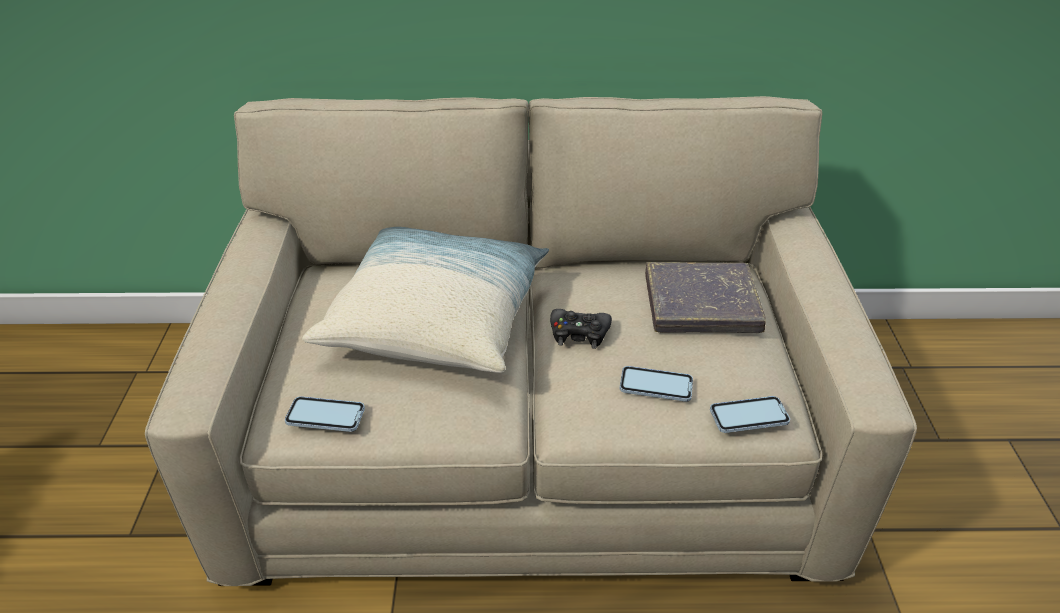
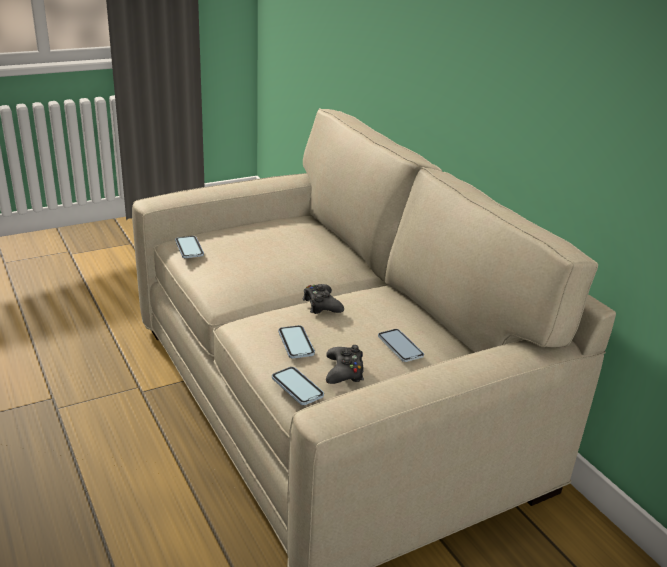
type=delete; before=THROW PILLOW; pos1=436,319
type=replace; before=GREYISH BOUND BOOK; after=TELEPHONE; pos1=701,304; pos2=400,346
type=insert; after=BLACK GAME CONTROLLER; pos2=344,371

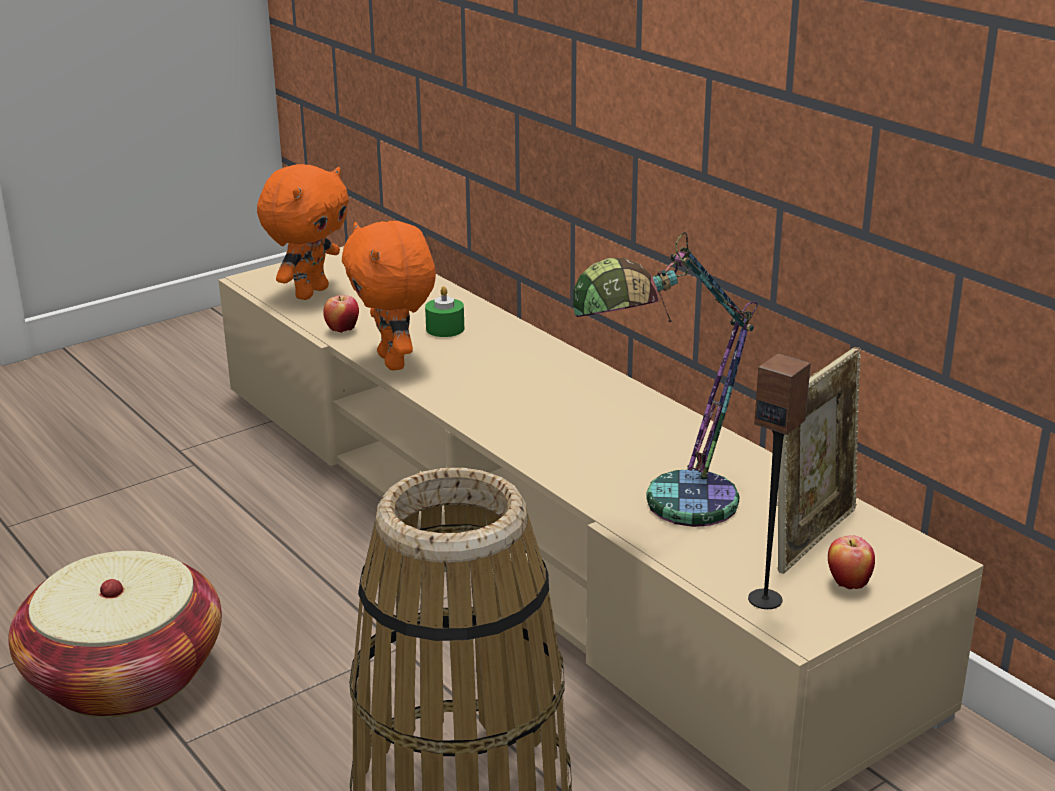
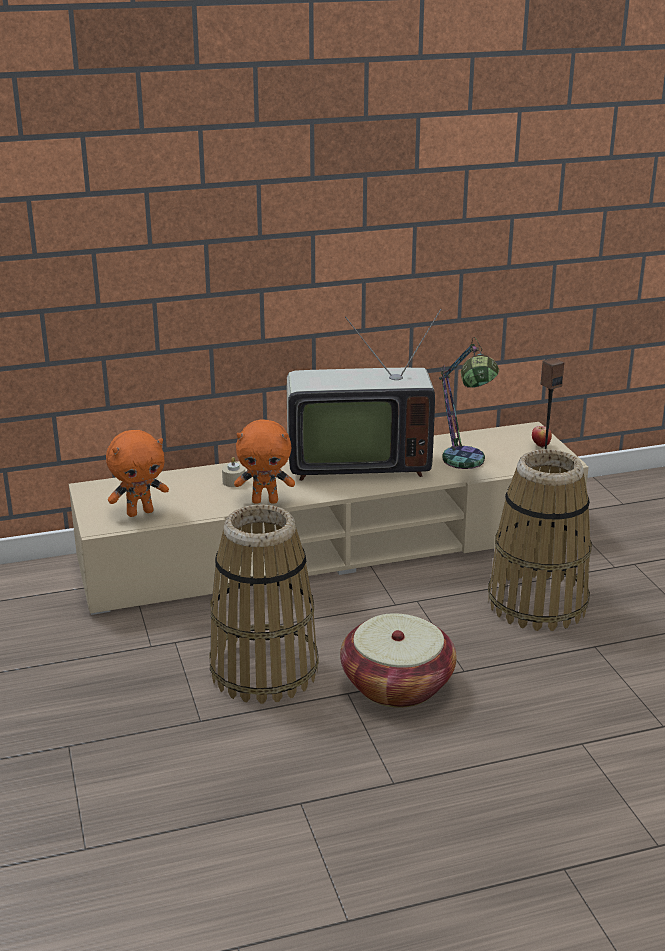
type=rotate; before=ORANGE PLUSH TOY; pos1=310,292; pos2=140,512; turn=105
type=delete; before=APPLE; pos1=342,330
type=recolor; before=GREEN-COLOURED CANDLE; after=BEIGE CANDLE; pos1=445,329; pos2=234,481
type=delete; before=PICTURE FRAME; pos1=812,537
type=insert; after=HOUSEHOLD BASKET; pos2=264,670
type=insert; after=TV; pos2=355,463

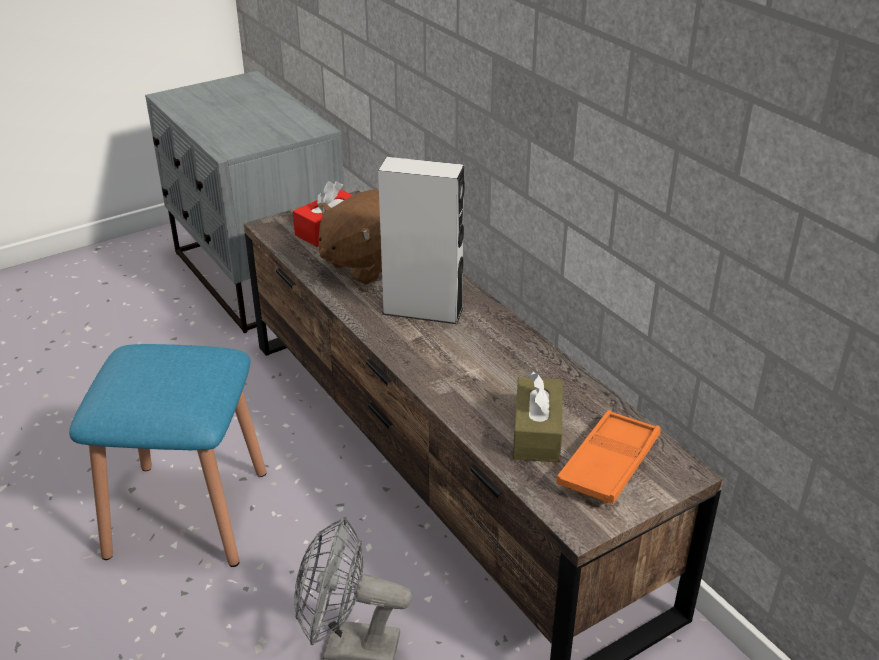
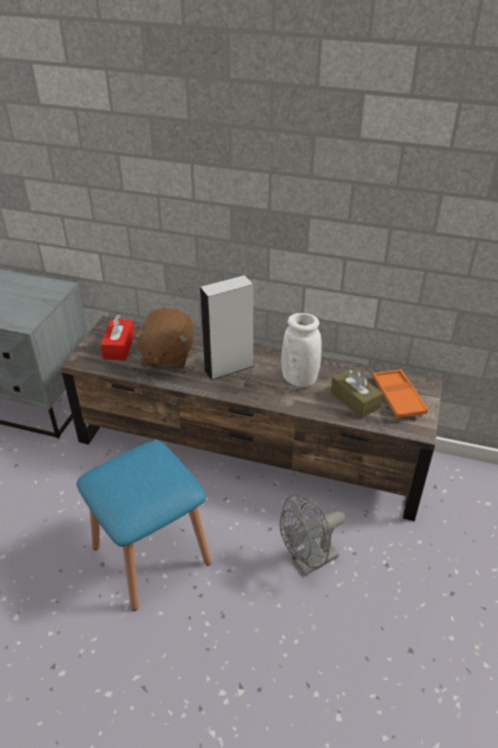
type=insert; after=WHITE-COLOURED FLOWER VASE; pos2=299,379

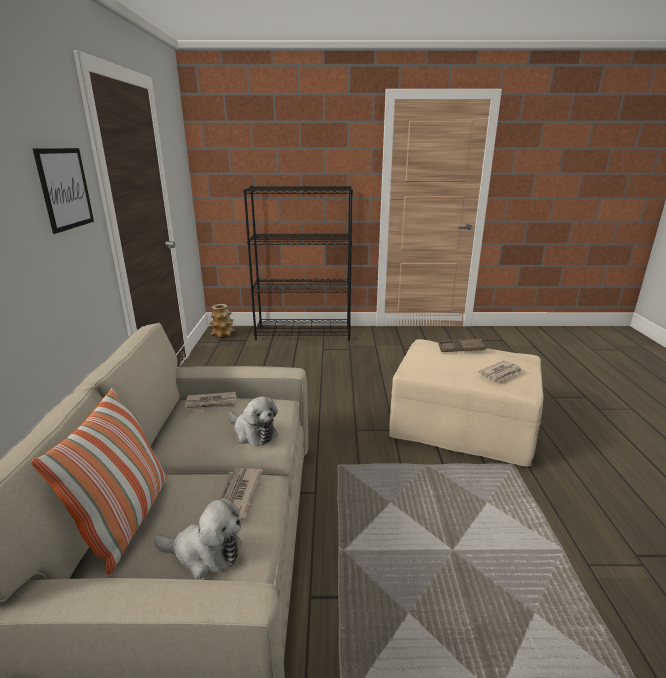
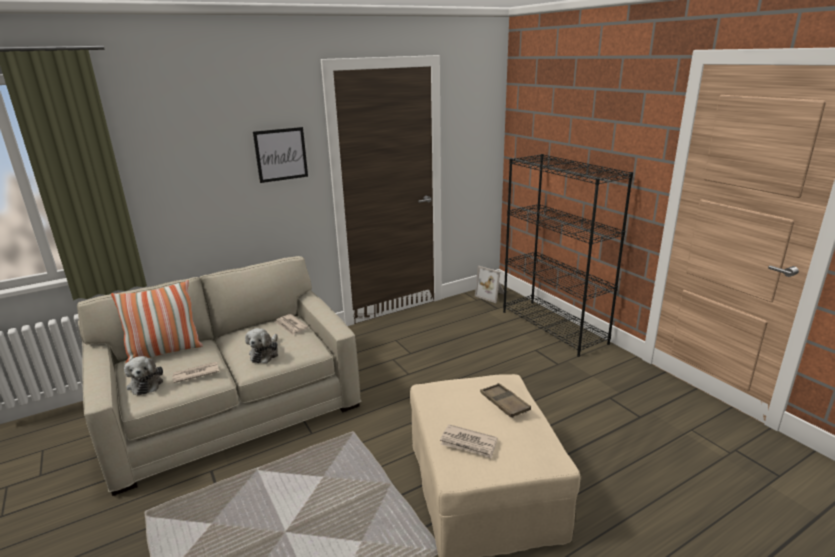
type=replace; before=FLOWER VASE; after=PICTURE FRAME; pos1=223,335; pos2=492,295

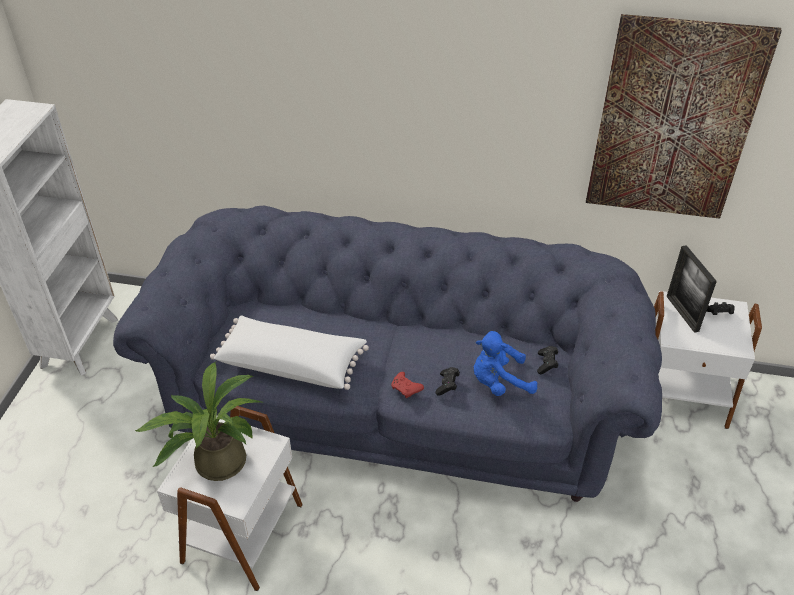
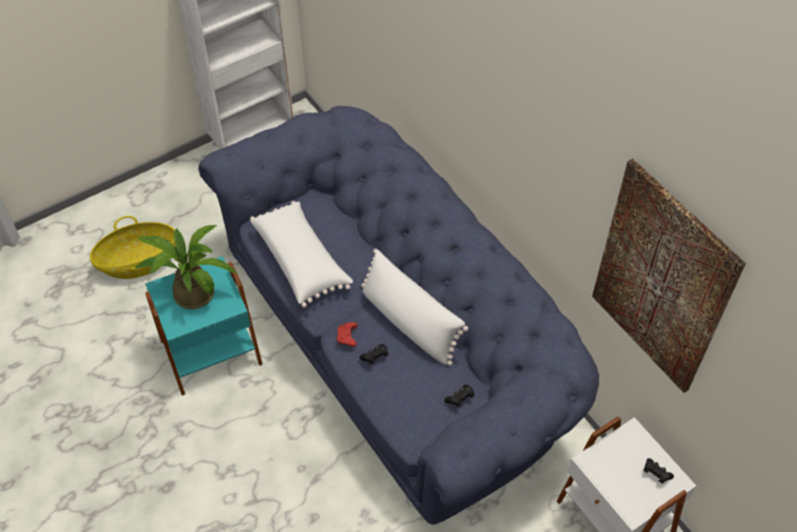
type=recolor; before=WHITE-COLOURED ACCENT TABLE; after=TURQUOISE ACCENT TABLE; pos1=240,532; pos2=210,350
type=delete; before=BLUE-COLOURED PLUSH TOY; pos1=499,382
type=delete; before=PICTURE FRAME; pos1=682,313
type=insert; after=HOUSEHOLD BASKET; pos2=139,262
type=insert; after=WHITE-COLOURED THROW PILLOW; pos2=409,322

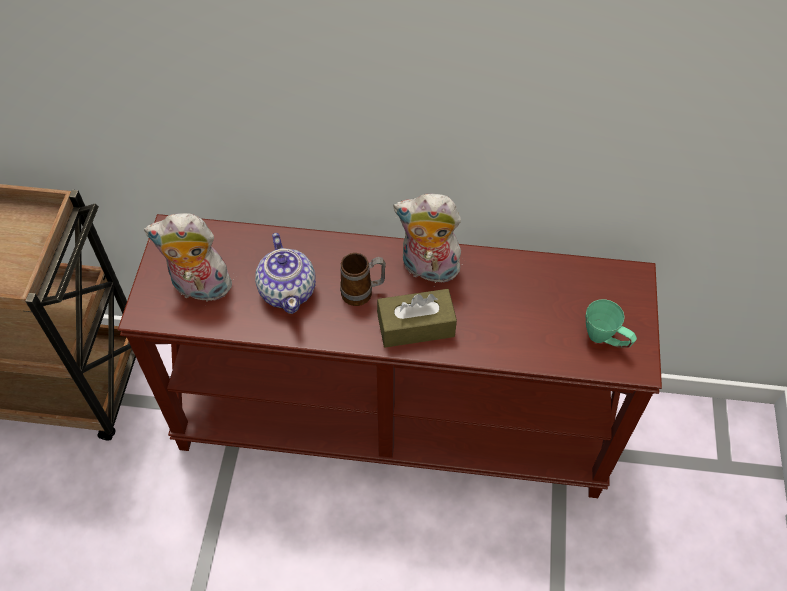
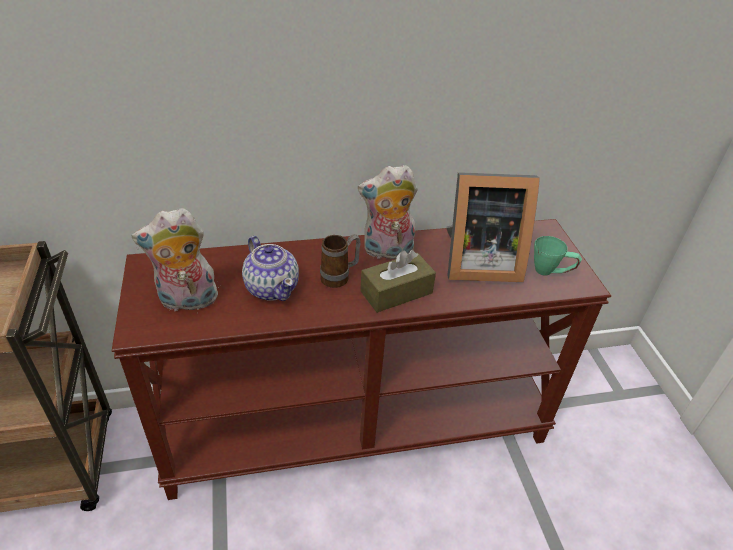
type=insert; after=PICTURE FRAME; pos2=477,263

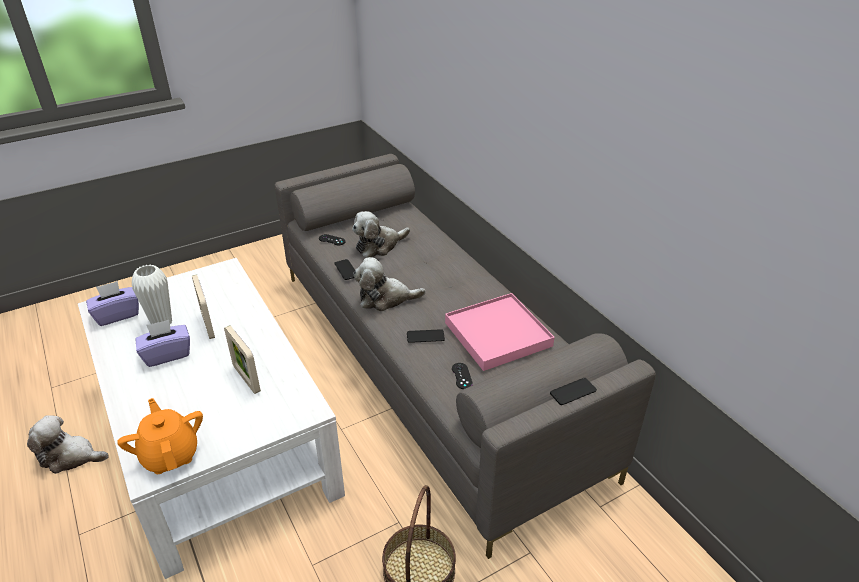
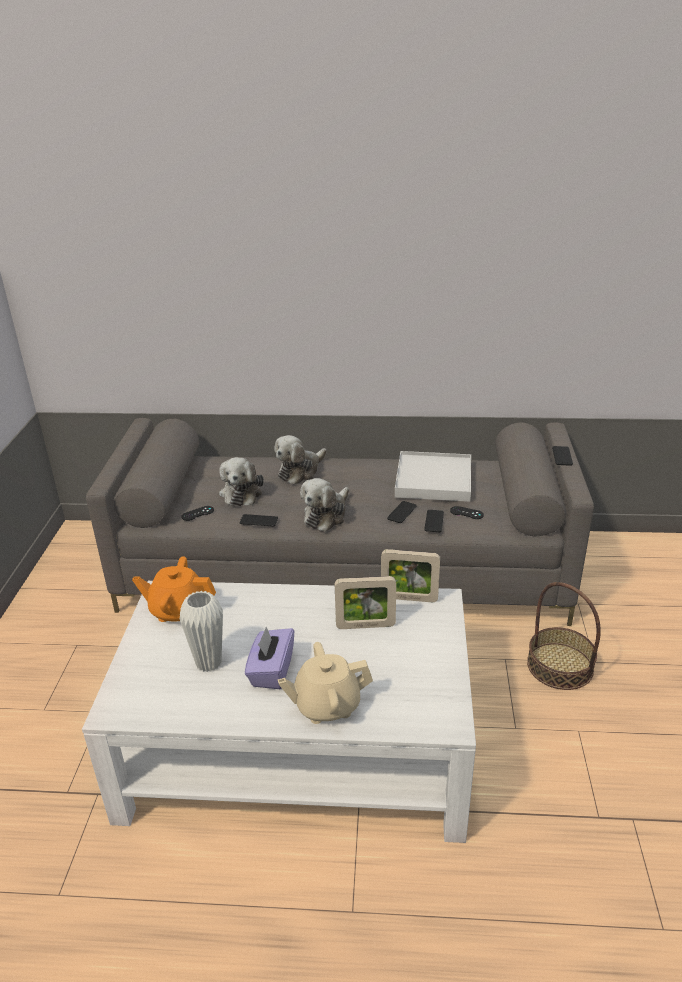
type=move; before=PLUSH TOY; pos1=70,456; pos2=300,471
type=delete; before=PURPLE-COLOURED TISSUE HOLDER; pos1=117,315
type=move; before=ORANGE POT FOR TEA; pos1=170,455; pos2=178,610
type=move; before=PICTURE FRAME; pos1=208,325; pos2=409,598
type=recolor; before=PINK CARRYING TRAY; after=WHITE-COLOURED CARRYING TRAY; pos1=497,334; pos2=433,480
type=insert; after=BEIGE POT FOR TEA; pos2=326,705
type=insert; after=TELEPHONE; pos2=434,521

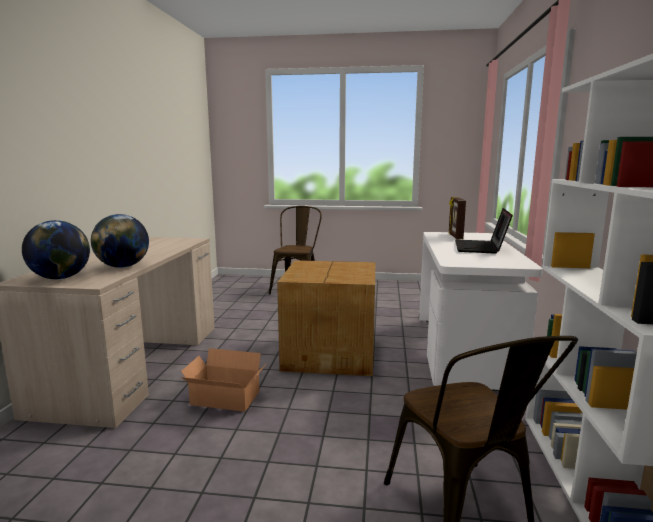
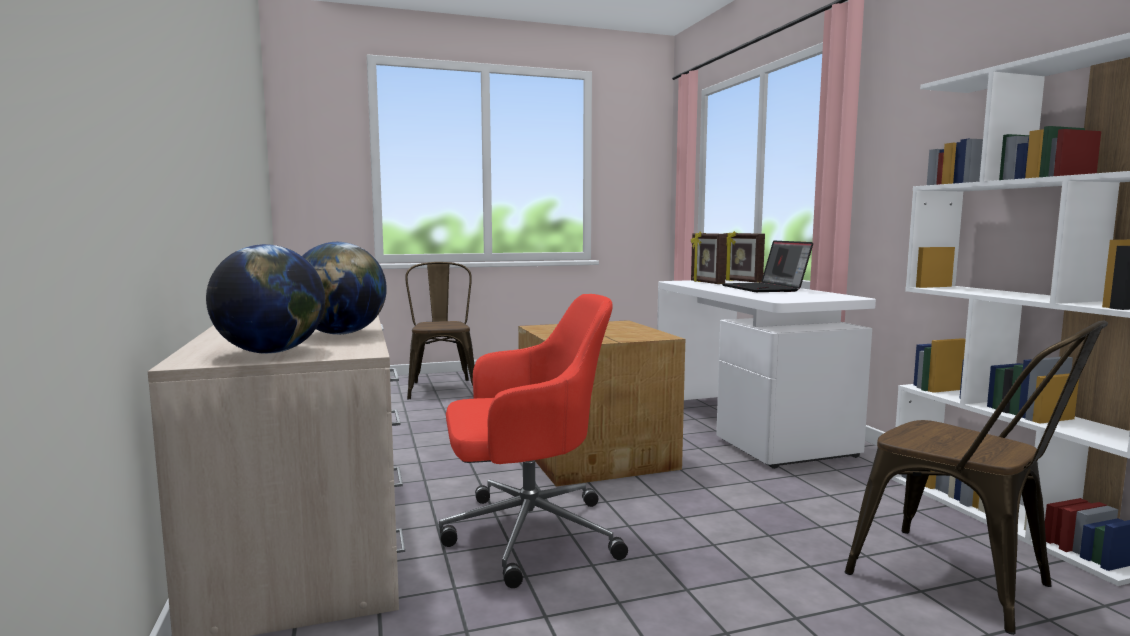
type=replace; before=CARDBOARD BOX; after=REDDISH OFFICE CHAIR; pos1=225,399; pos2=526,534
type=insert; after=PICTURE FRAME; pos2=741,281

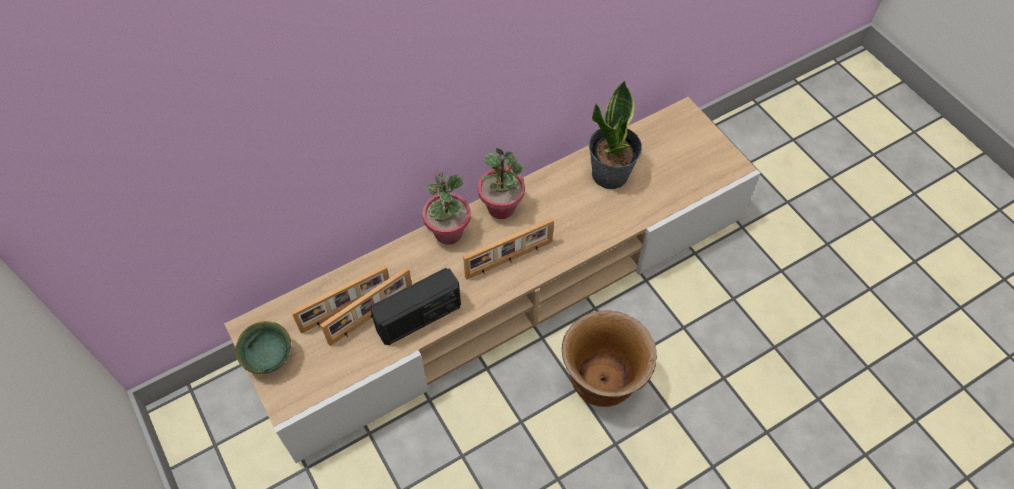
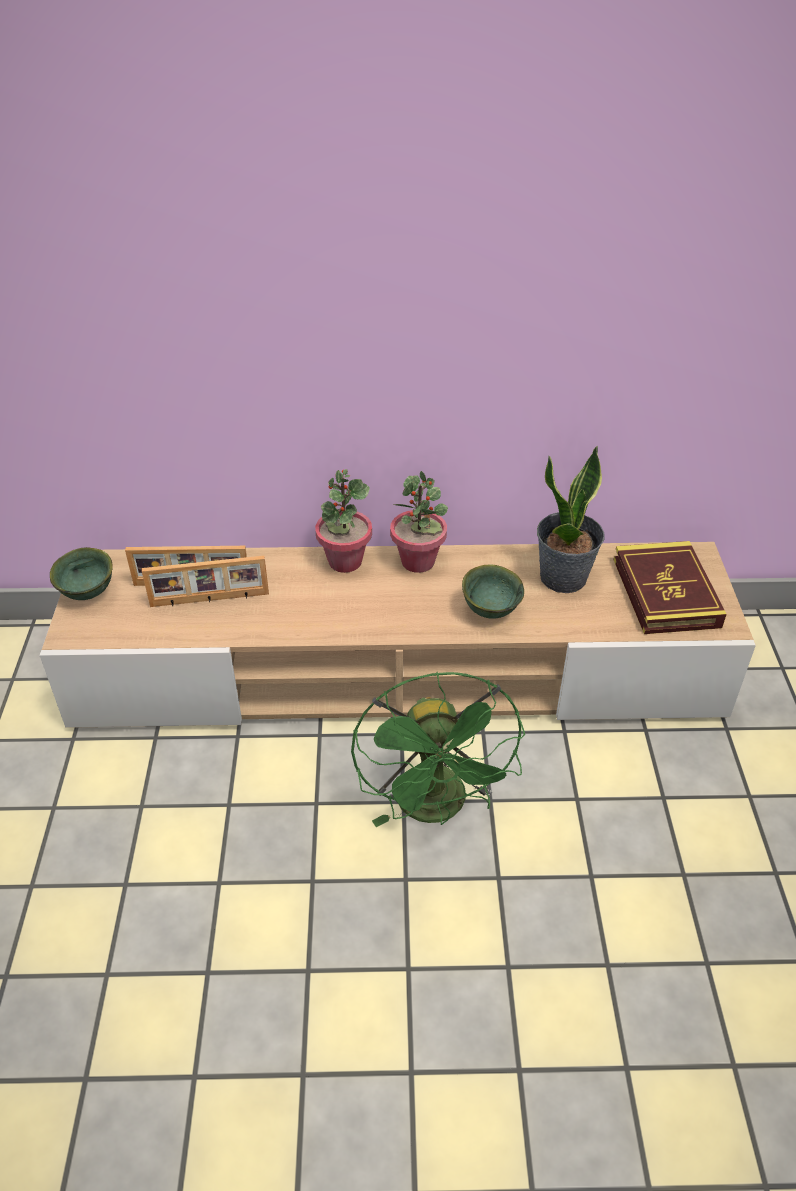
type=delete; before=RADIO; pos1=419,318
type=delete; before=PICTURE FRAME; pos1=509,260
type=replace; before=BROWN-COLOURED PLANT POT; after=GREEN-COLOURED ELECTRIC FAN; pos1=602,382; pos2=437,808
type=insert; after=GREEN-COLOURED SERVING BOWL; pos2=491,610
type=insert; after=BOUND BOOK; pos2=665,592

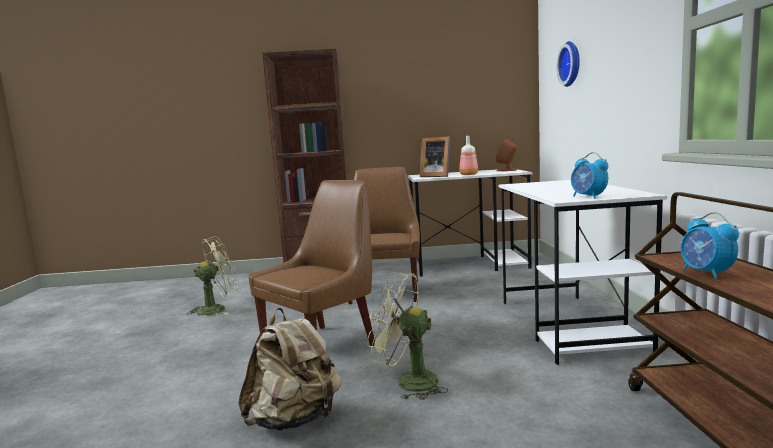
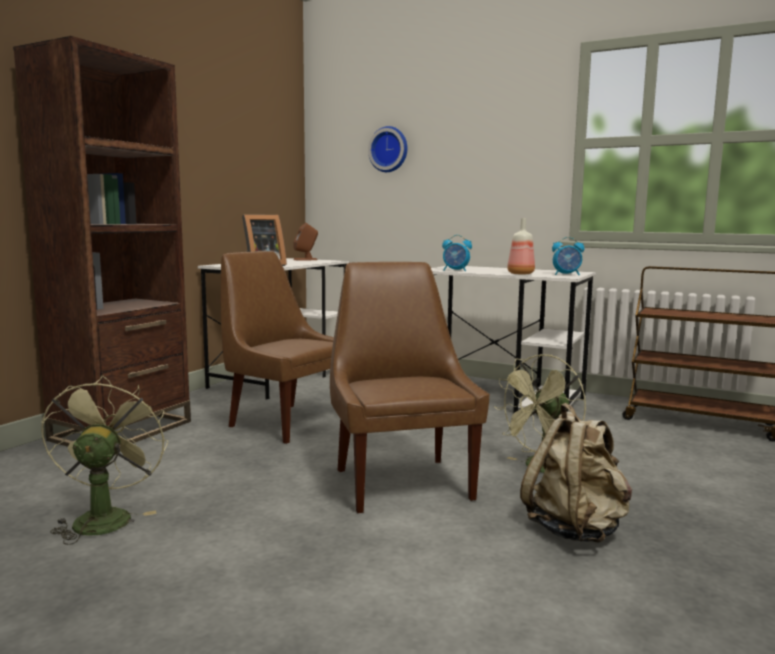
type=move; before=BOTTLE; pos1=468,174; pos2=520,274
type=move; before=ALARM CLOCK; pos1=706,273; pos2=455,270

